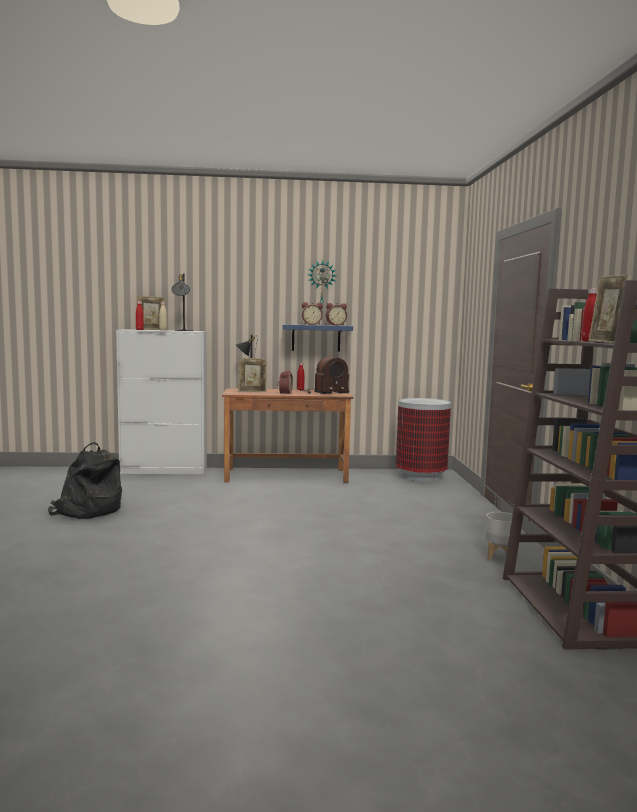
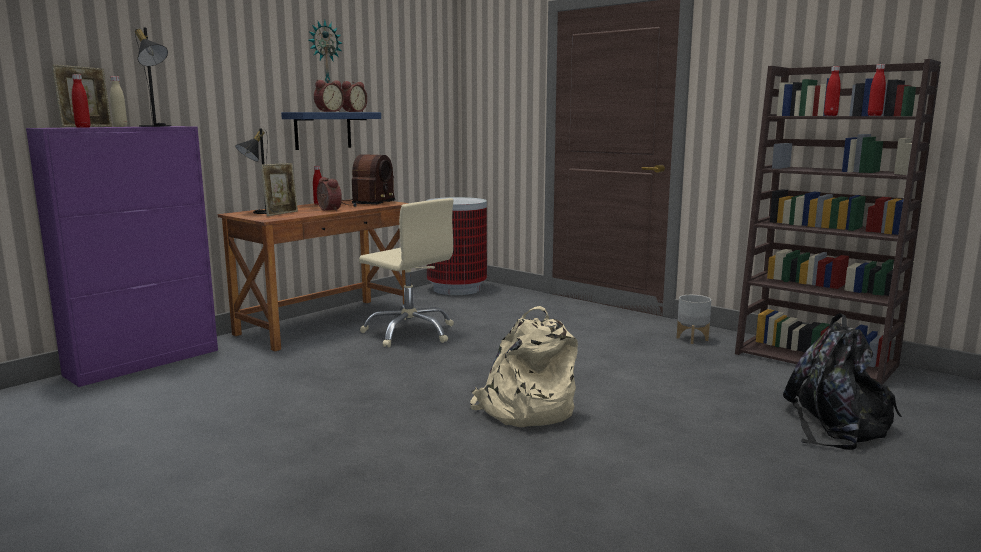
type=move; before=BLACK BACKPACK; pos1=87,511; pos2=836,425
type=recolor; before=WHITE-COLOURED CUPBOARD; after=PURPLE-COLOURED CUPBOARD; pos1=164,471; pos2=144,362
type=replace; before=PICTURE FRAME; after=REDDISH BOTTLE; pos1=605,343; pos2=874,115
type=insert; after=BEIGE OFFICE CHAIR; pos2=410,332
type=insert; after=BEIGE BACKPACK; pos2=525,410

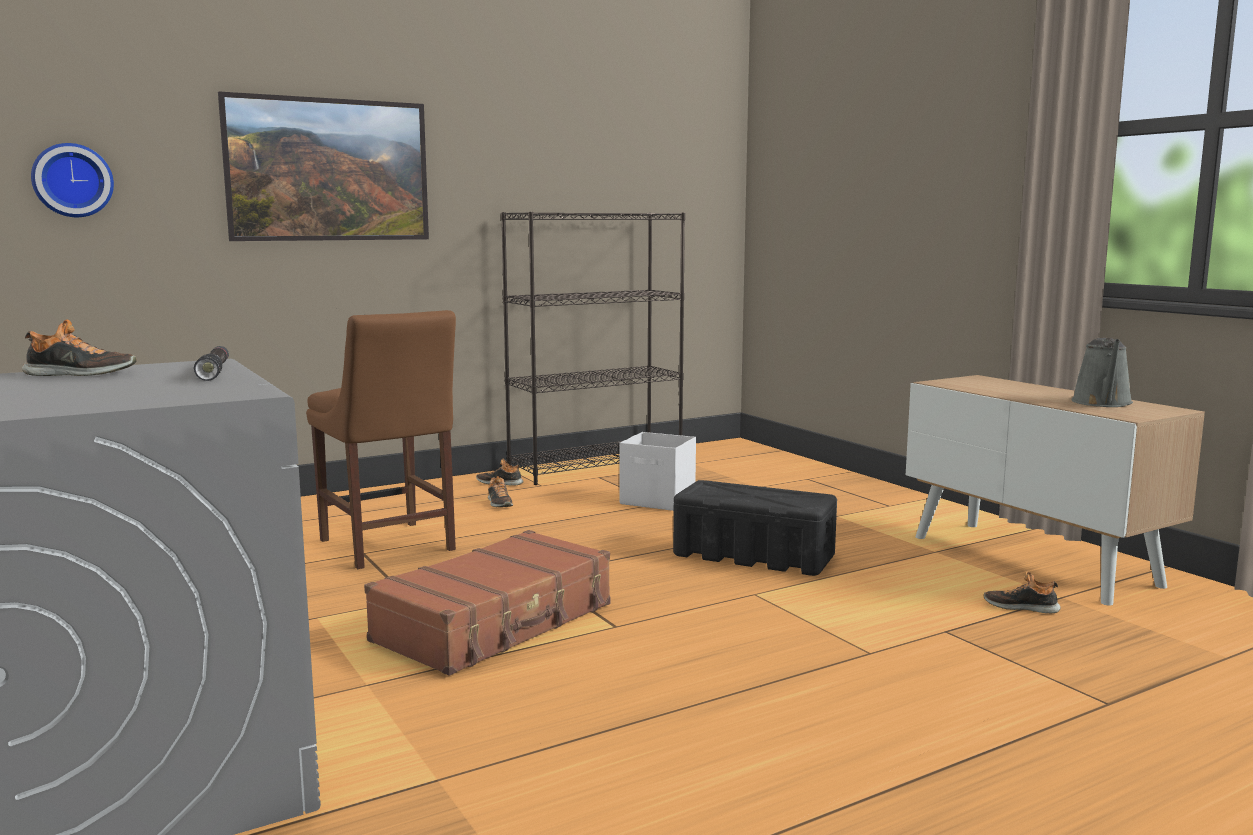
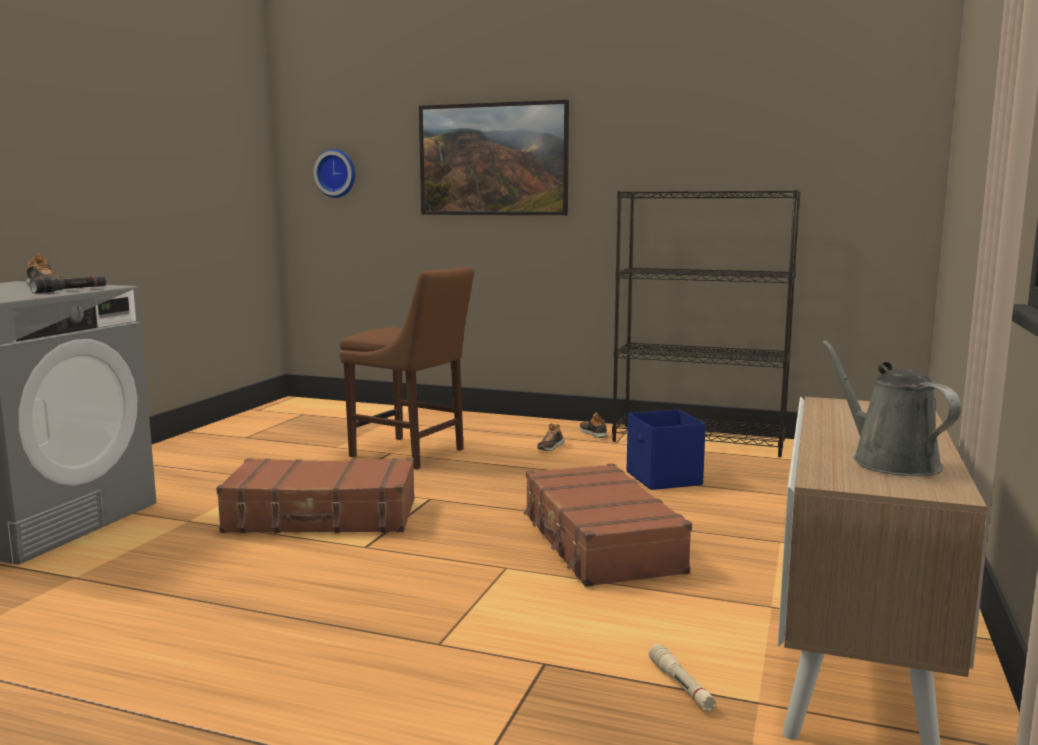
type=rotate; before=BROWN-COLOURED CHAIR; pos1=389,547; pos2=411,454; turn=-75
type=recolor; before=WHITE-COLOURED STORAGE BIN; after=BLUE-COLOURED STORAGE BIN; pos1=658,500; pos2=663,479
type=replace; before=BLACK STORAGE BIN; after=BROWN-COLOURED TRAVEL CASE; pos1=754,555; pos2=599,543
type=replace; before=LOW SHOE; after=BEIGE FLASHLIGHT; pos1=1021,607; pos2=681,686
type=rotate; before=GREYISH WATERING POT; pos1=1102,403; pos2=888,461; turn=90

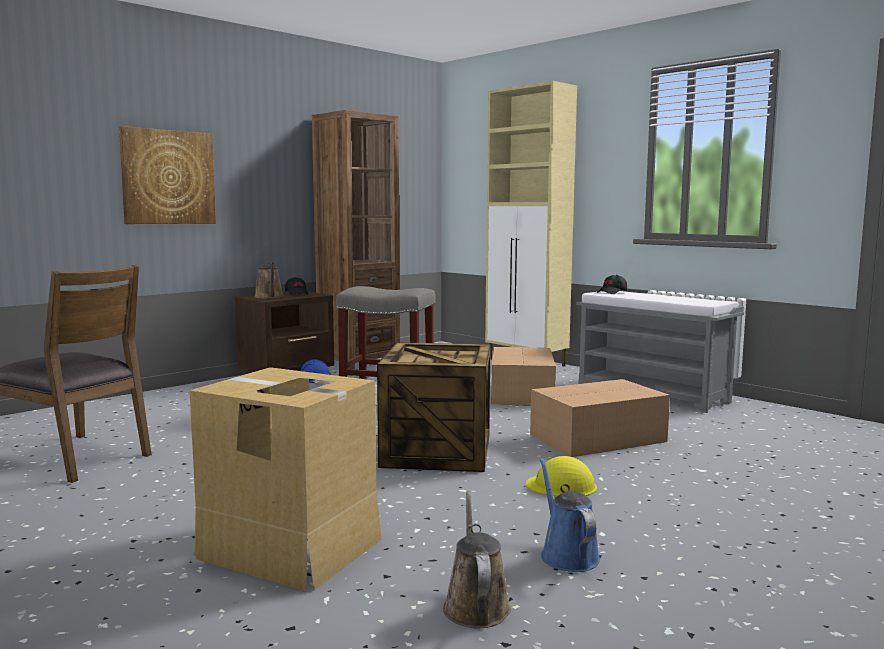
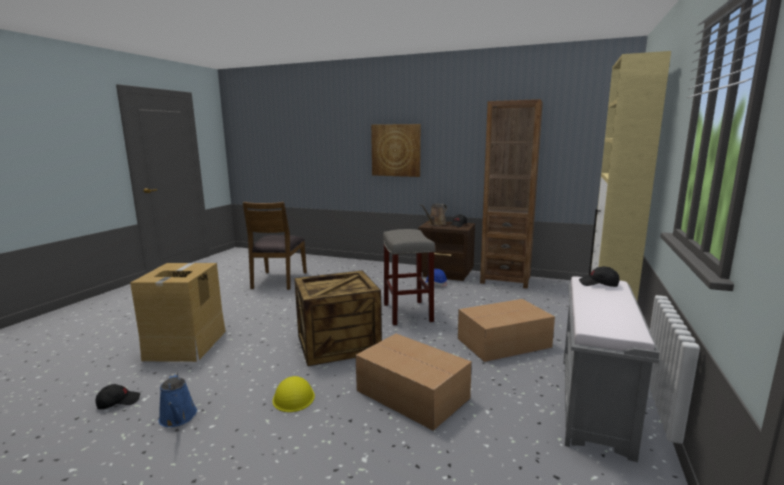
type=replace; before=BROWN-COLOURED WATERING POT; after=BLACK BASEBALL CAP; pos1=475,605; pos2=118,402
type=rotate; before=BLUE-COLOURED WATERING POT; pos1=567,555; pos2=178,418; turn=105

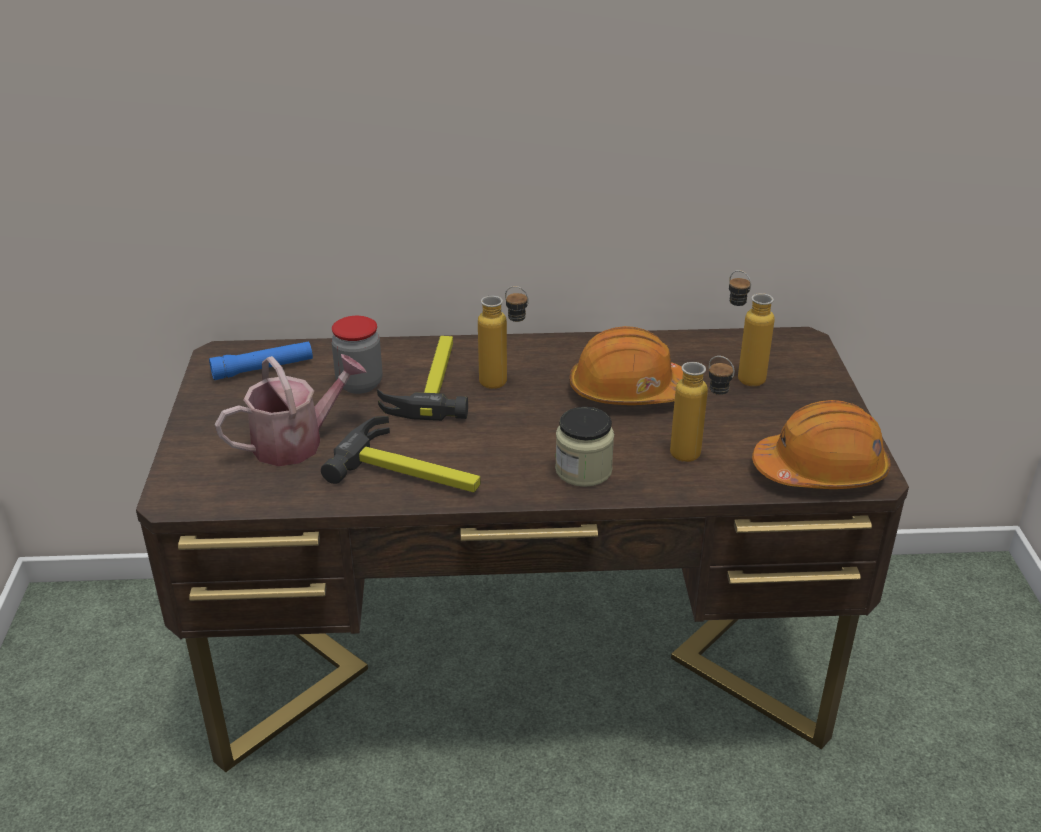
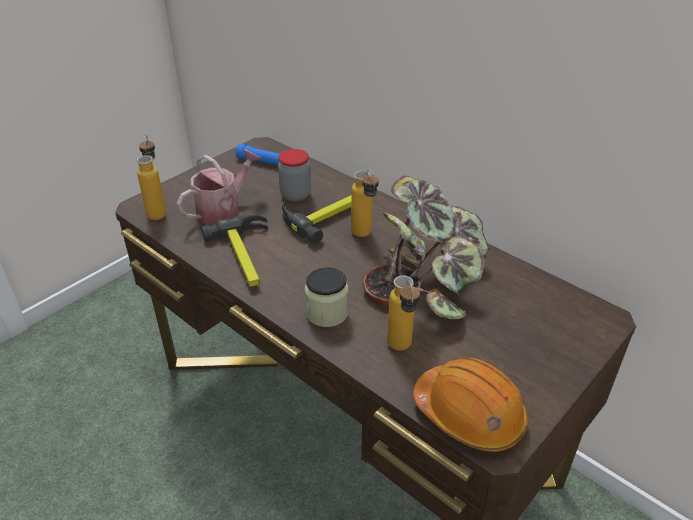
type=rotate; before=WATERING POT; pos1=297,442; pos2=223,209; turn=-60
type=replace; before=ORANGE WORK HELMET; after=POTTED PLANT; pos1=627,391; pos2=427,282
type=move; before=BOTTLE; pos1=741,376; pos2=158,210

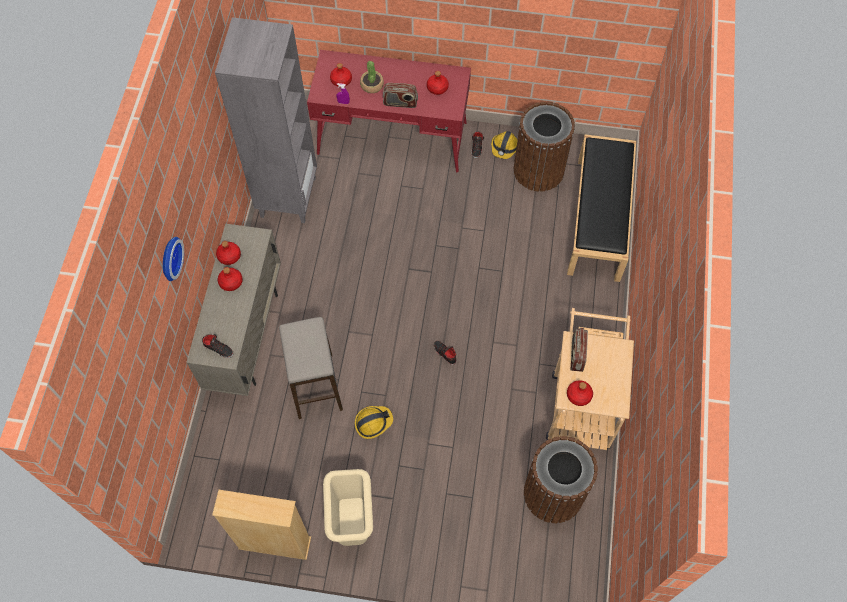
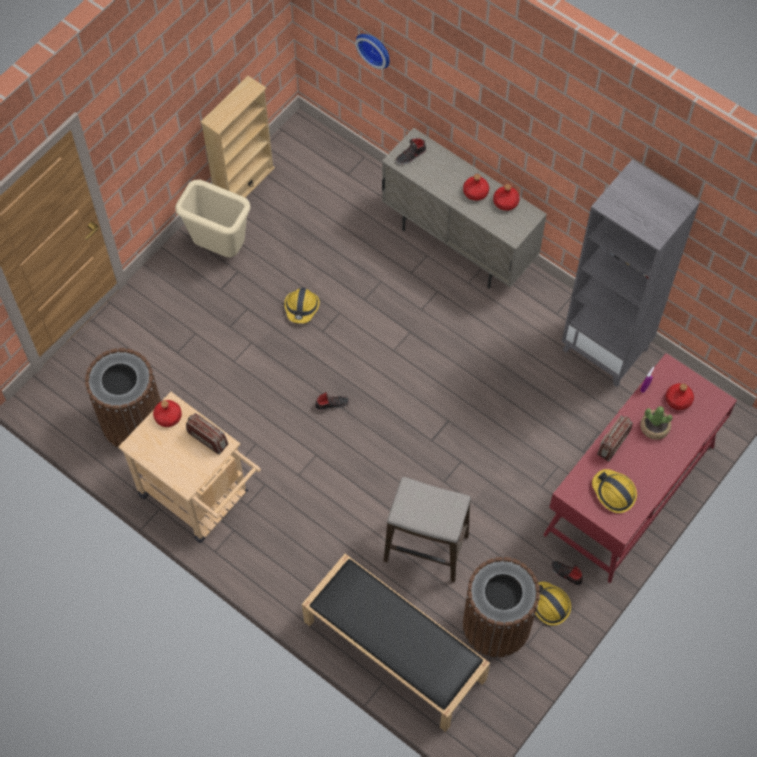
type=move; before=WALL CLOCK; pos1=169,258; pos2=375,48
type=move; before=STOOL; pos1=316,385; pos2=426,549
type=replace; before=REDDISH BOTTLE; after=WORK HELMET; pos1=437,88; pos2=613,493

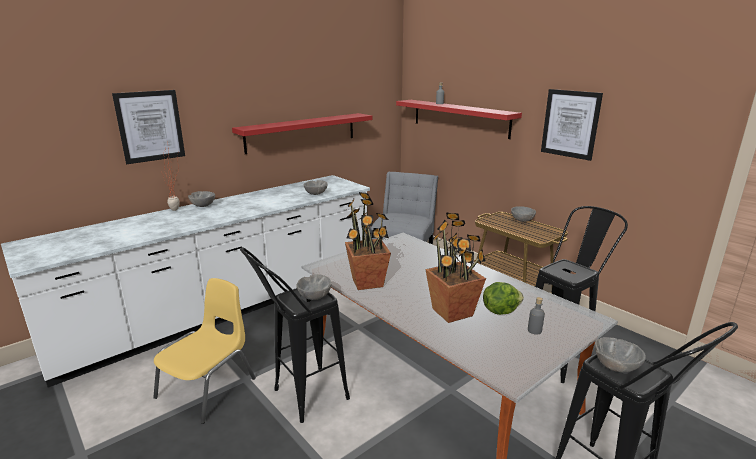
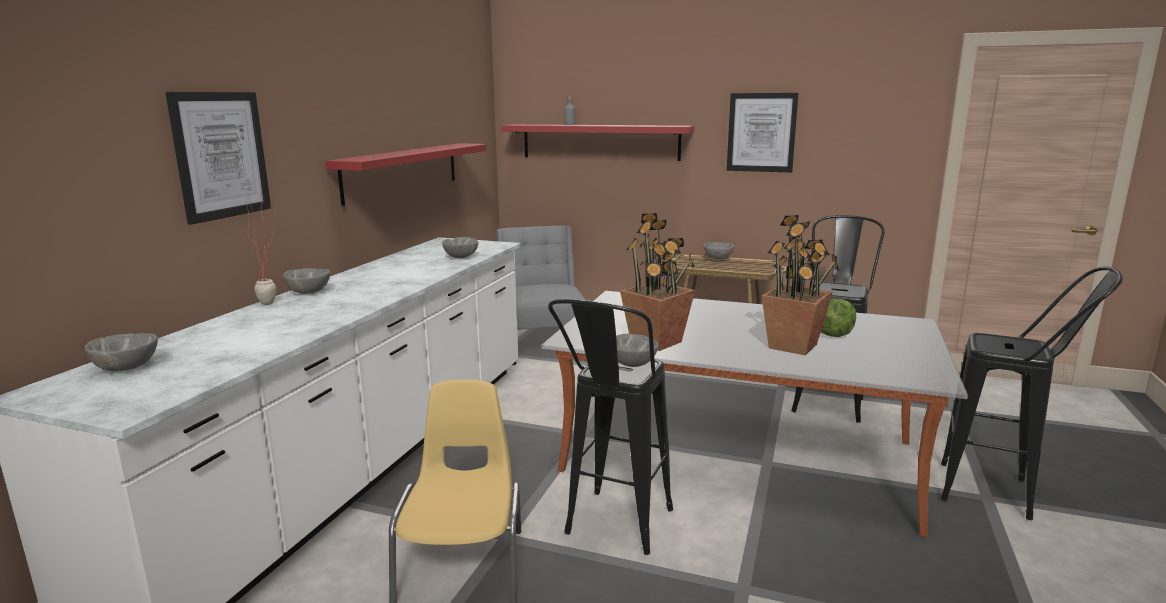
type=delete; before=GREYISH BOTTLE; pos1=534,330
type=move; before=GREYISH SERVING BOWL; pos1=615,366; pos2=125,368

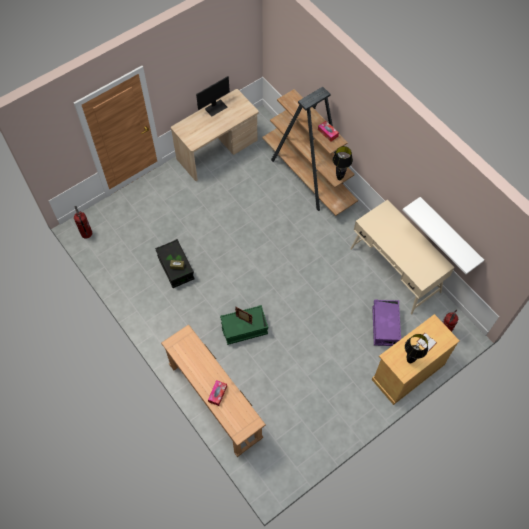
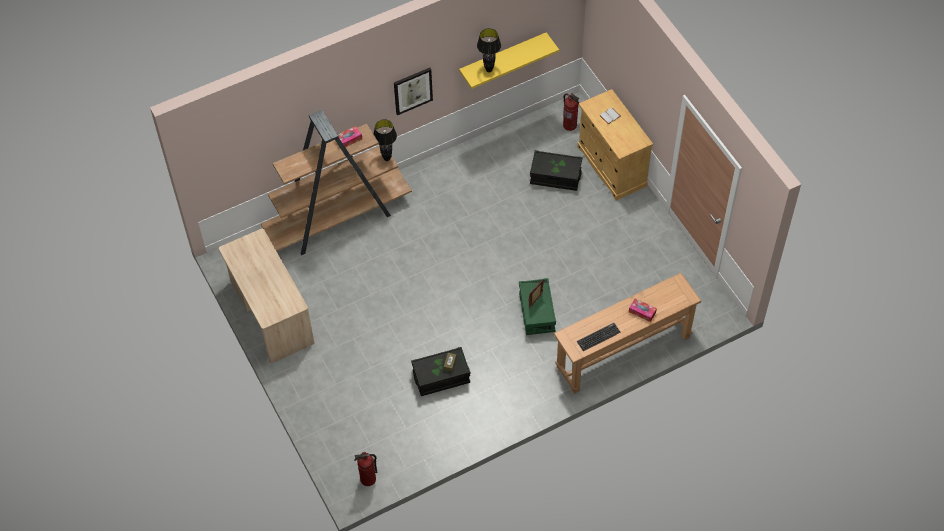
type=delete; before=COMPUTER SCREEN; pos1=216,107
type=delete; before=BEIGE DESK TABLE; pos1=395,270
type=recolor; before=PURPLE-COLOURED STORAGE BIN; after=BLACK STORAGE BIN; pos1=385,326; pos2=555,177
type=recolor; before=WHITE-COLOURED BRACKET SHELF; after=YELLOWISH BRACKET SHELF; pos1=449,232; pos2=503,57
type=move; before=BLACK LAMP FOR A TABLE; pos1=409,360; pos2=489,70
type=insert; after=WALL ART; pos2=412,90
type=insert; after=KEYBOARD; pos2=598,337

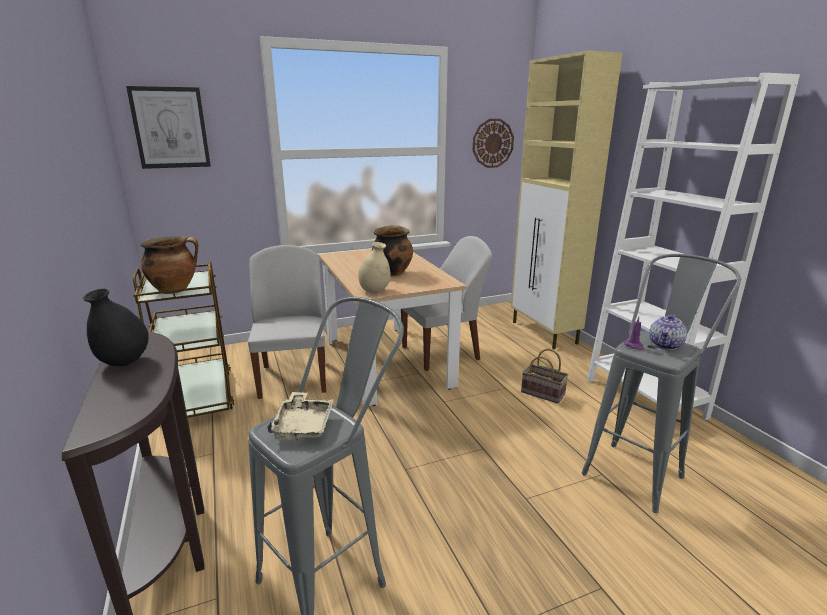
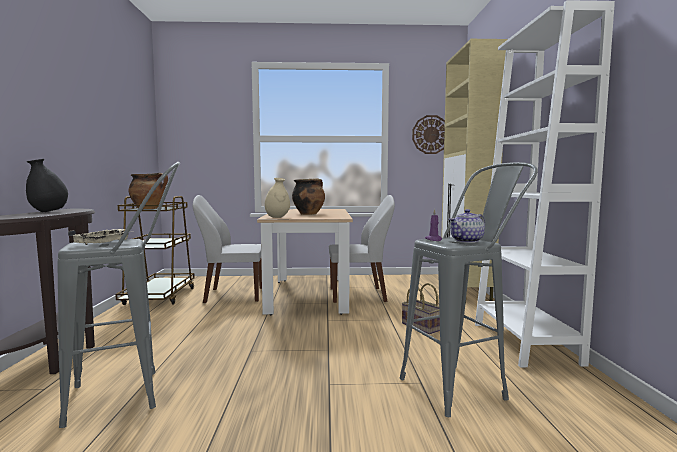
type=delete; before=WALL ART; pos1=170,128
type=rotate; before=WHITE-COLOURED CHAIR; pos1=294,377; pos2=232,295; turn=-105

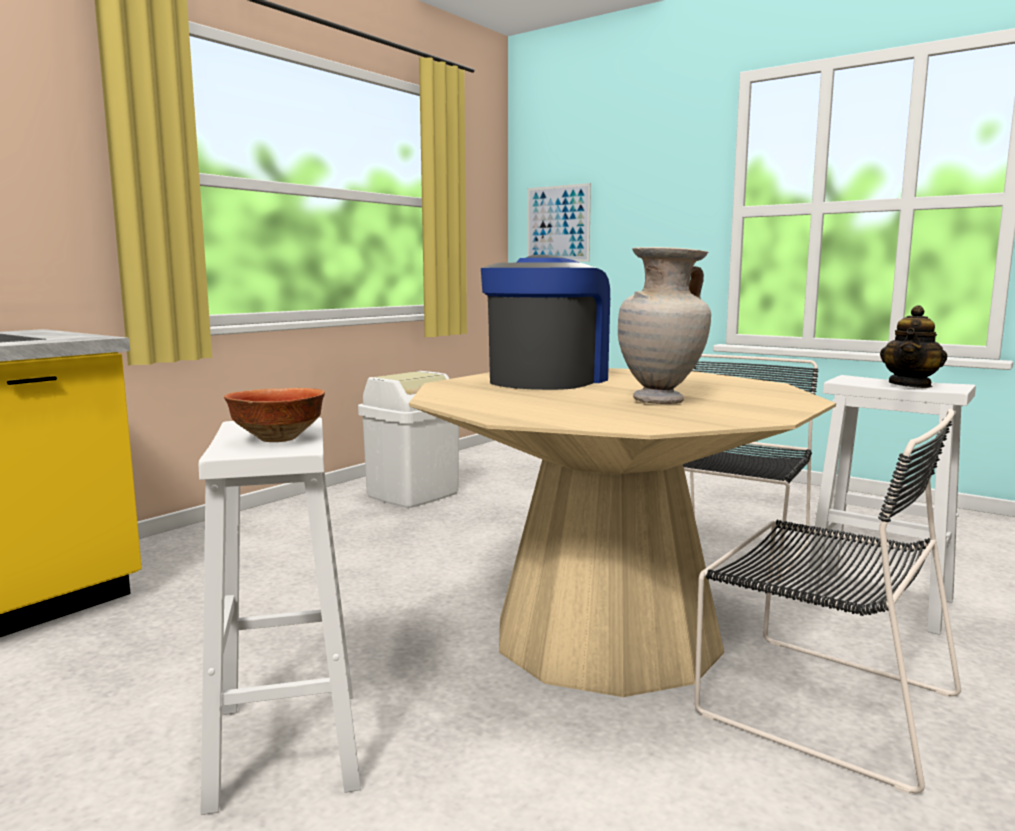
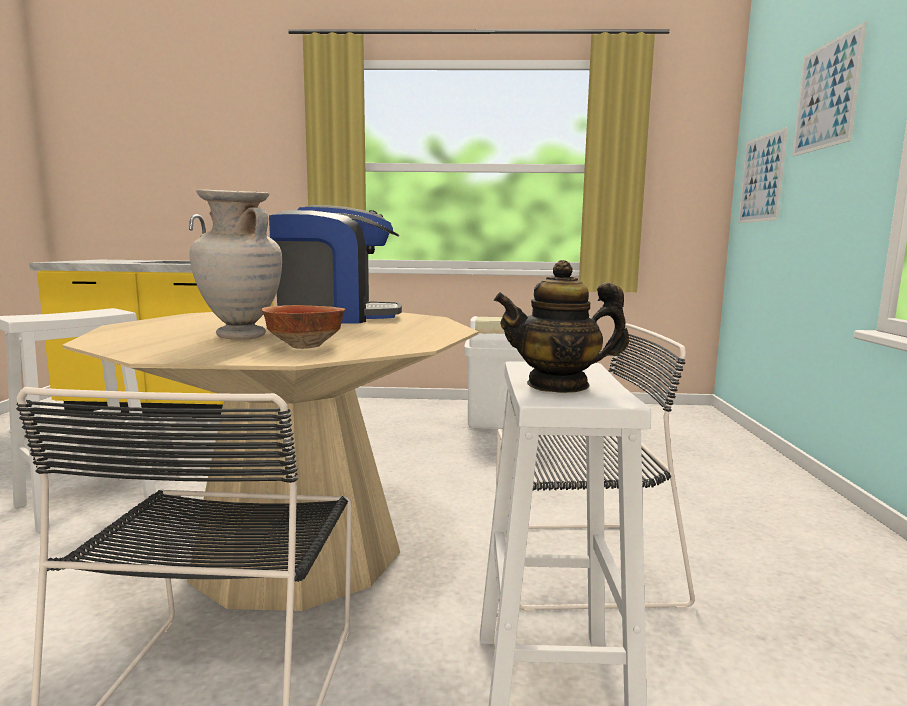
type=move; before=SERVING BOWL; pos1=276,438; pos2=304,346
type=insert; after=WALL ART; pos2=826,95

